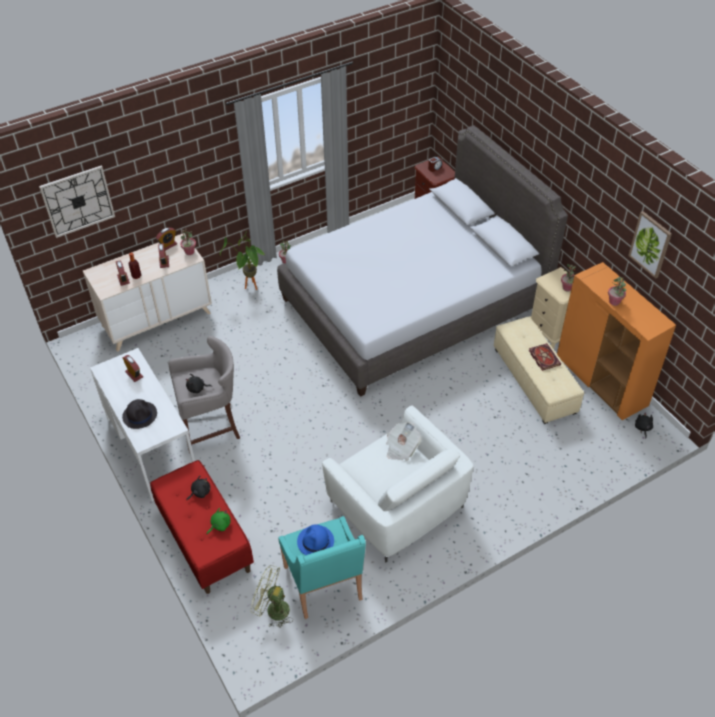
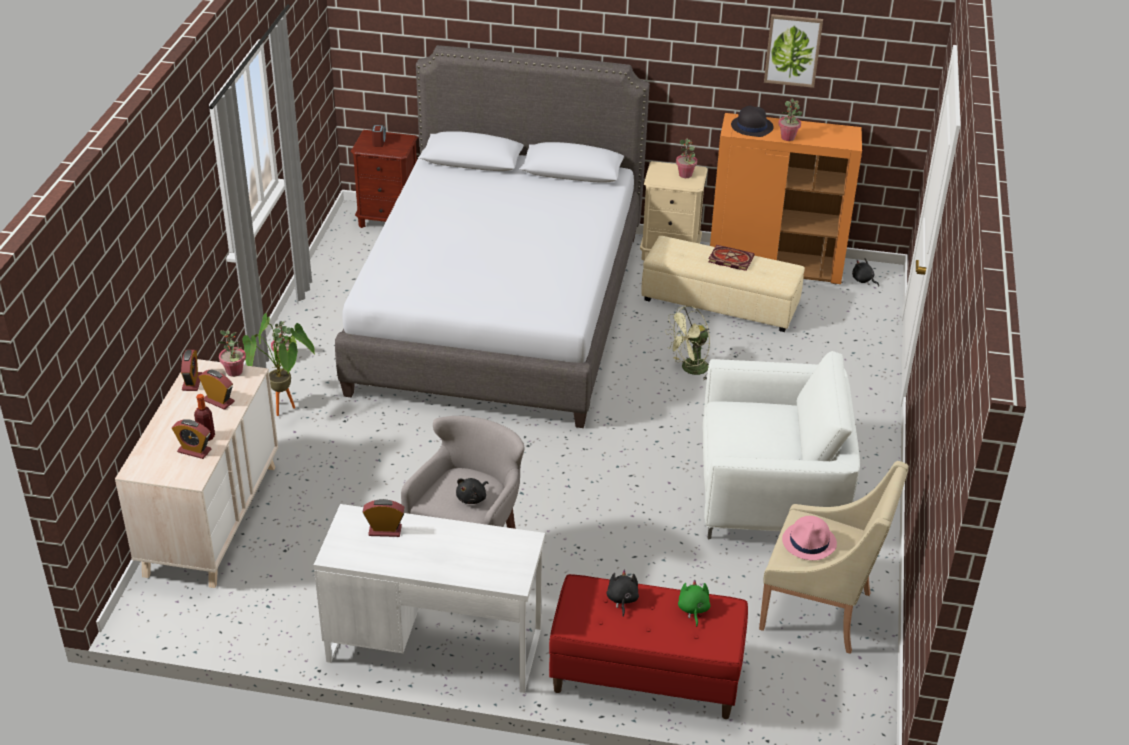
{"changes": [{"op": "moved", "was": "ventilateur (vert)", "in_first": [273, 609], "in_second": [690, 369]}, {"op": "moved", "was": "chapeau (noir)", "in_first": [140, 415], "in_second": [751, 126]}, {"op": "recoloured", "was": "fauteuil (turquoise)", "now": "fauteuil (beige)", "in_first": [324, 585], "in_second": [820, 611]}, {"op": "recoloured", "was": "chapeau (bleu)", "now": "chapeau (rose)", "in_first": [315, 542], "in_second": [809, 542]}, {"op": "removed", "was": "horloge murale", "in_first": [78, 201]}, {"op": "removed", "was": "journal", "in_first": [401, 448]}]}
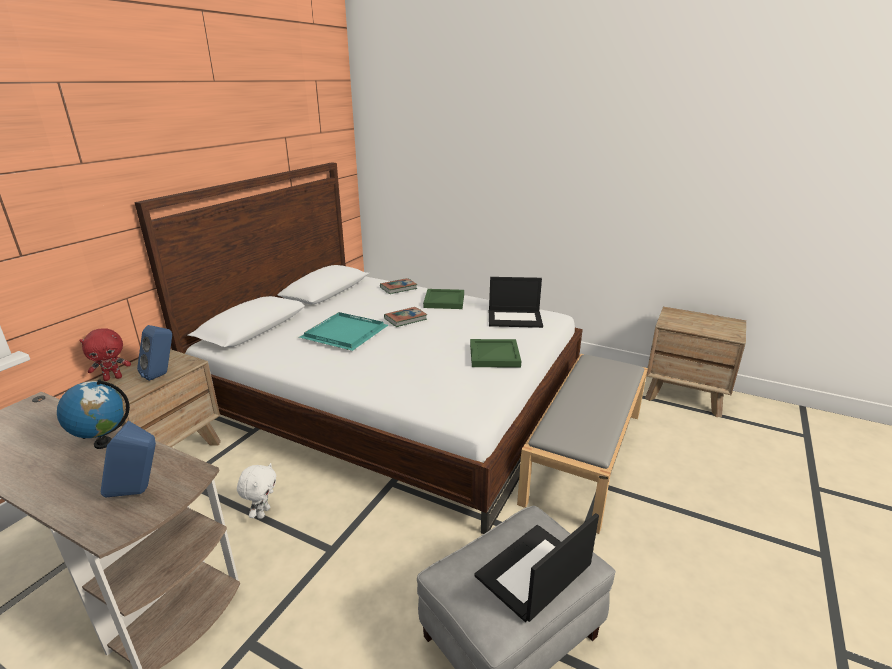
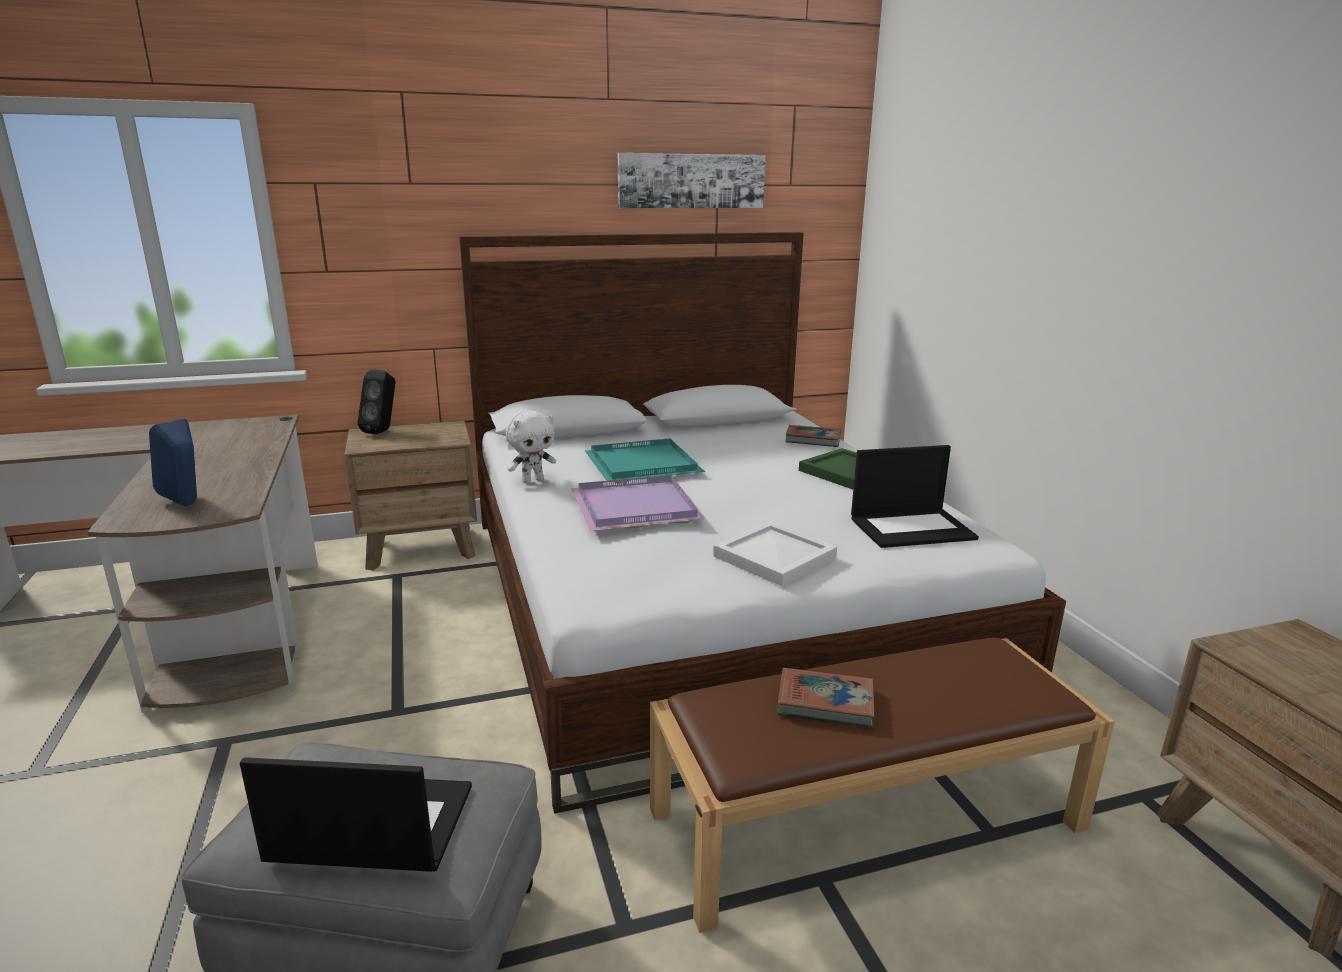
{"changes": [{"op": "replaced", "was": "peluche (rouge)", "now": "enceinte (noir)", "in_first": [113, 378], "in_second": [383, 431]}, {"op": "moved", "was": "peluche (blanc)", "in_first": [263, 512], "in_second": [533, 480]}, {"op": "added", "now": "plateau (violet)", "in_second": [633, 507]}, {"op": "added", "now": "tableau", "in_second": [691, 181]}, {"op": "recoloured", "was": "banc (gris)", "now": "banc (marron)", "in_first": [584, 454], "in_second": [867, 817]}, {"op": "recoloured", "was": "plateau (vert)", "now": "plateau (blanc)", "in_first": [495, 355], "in_second": [776, 557]}, {"op": "moved", "was": "livre", "in_first": [405, 319], "in_second": [825, 703]}, {"op": "turned", "was": "ordinateur portable", "in_first": [515, 318], "in_second": [912, 528], "clockwise": -60}, {"op": "removed", "was": "globe", "in_first": [103, 443]}, {"op": "removed", "was": "enceinte (bleu)", "in_first": [162, 375]}]}
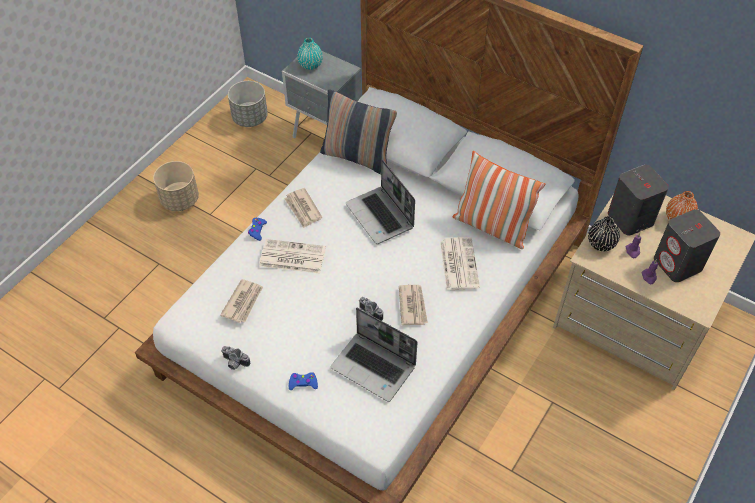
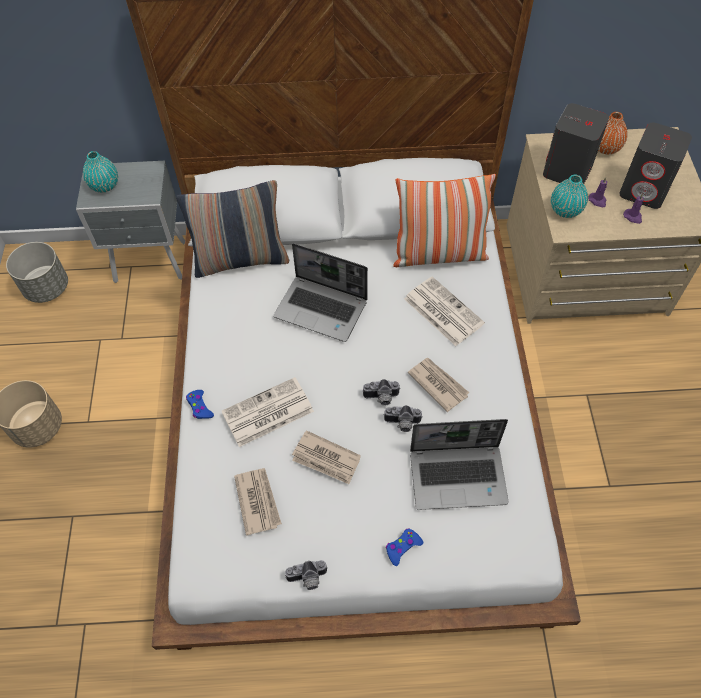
{"changes": [{"op": "moved", "was": "journal", "in_first": [303, 209], "in_second": [326, 459]}, {"op": "added", "now": "appareil photo", "in_second": [381, 398]}, {"op": "recoloured", "was": "vase (noir)", "now": "vase (turquoise)", "in_first": [601, 244], "in_second": [565, 210]}]}
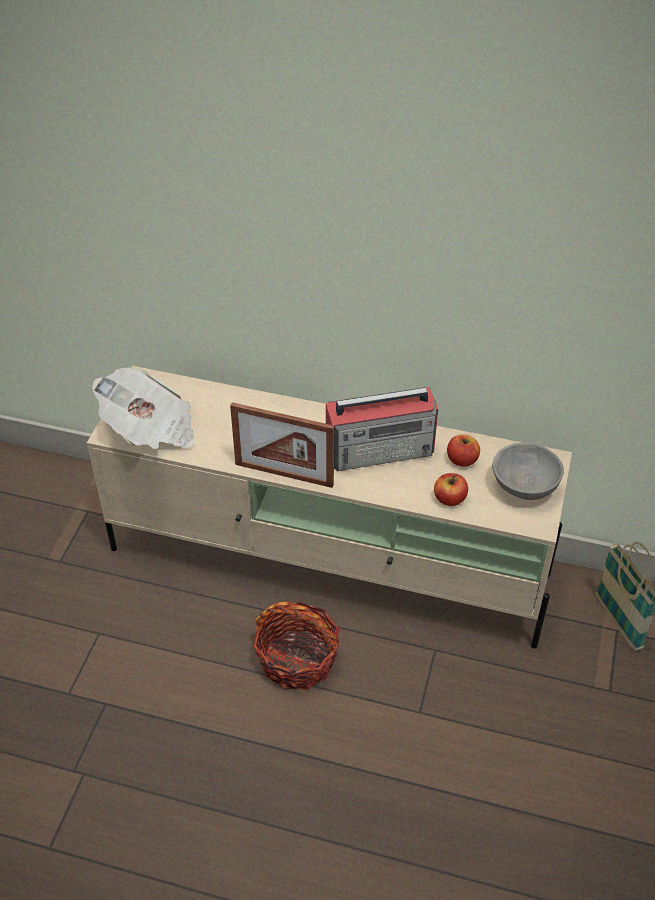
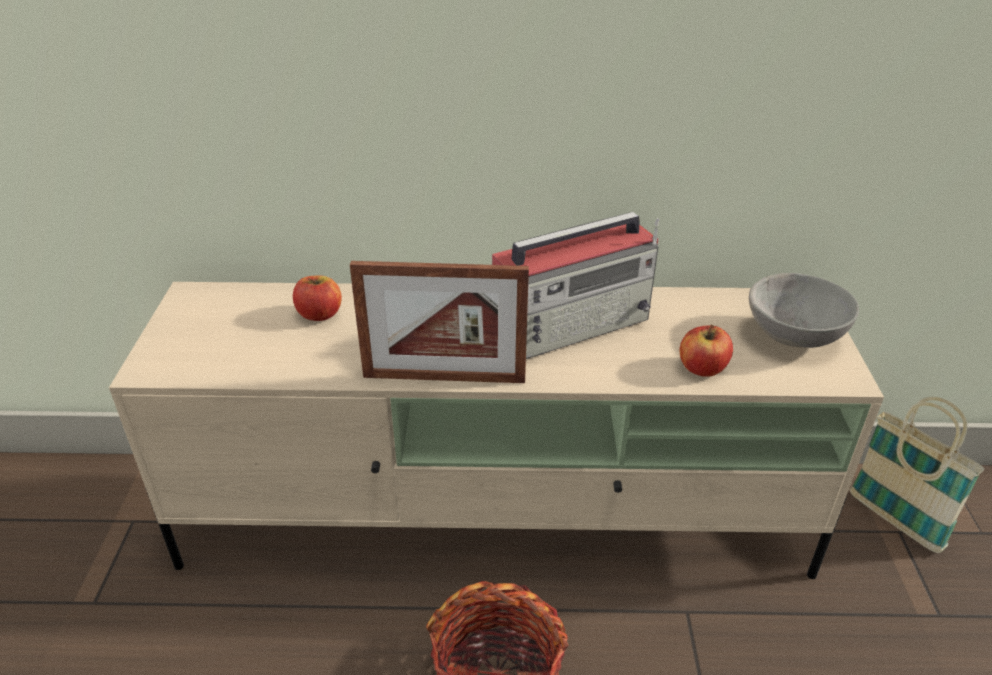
{"changes": [{"op": "moved", "was": "pomme", "in_first": [462, 460], "in_second": [319, 314]}, {"op": "removed", "was": "journal", "in_first": [150, 429]}]}
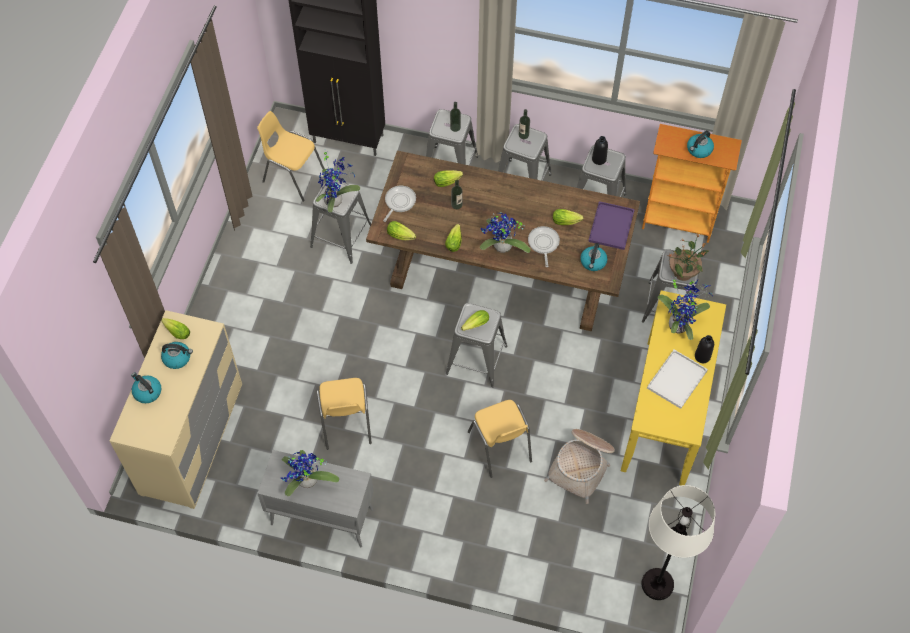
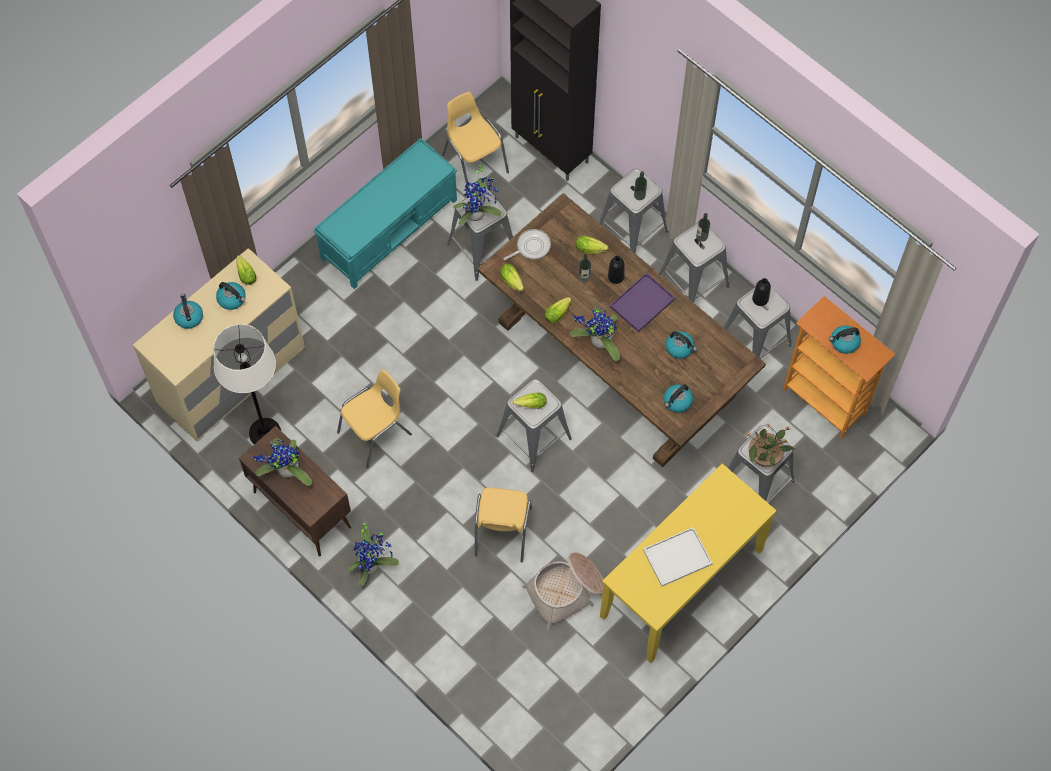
{"changes": [{"op": "moved", "was": "lampadaire (blanc)", "in_first": [657, 584], "in_second": [265, 433]}, {"op": "recoloured", "was": "meuble de rangement (gris)", "now": "meuble de rangement (marron)", "in_first": [321, 517], "in_second": [301, 509]}, {"op": "added", "now": "banc (turquoise)", "in_second": [390, 228]}, {"op": "turned", "was": "chaise (jaune)", "in_first": [346, 423], "in_second": [376, 434], "clockwise": -150}, {"op": "moved", "was": "plante en pot", "in_first": [679, 324], "in_second": [372, 565]}, {"op": "moved", "was": "bouteille (noir)", "in_first": [702, 356], "in_second": [615, 277]}, {"op": "moved", "was": "plateau (violet)", "in_first": [611, 227], "in_second": [642, 304]}, {"op": "replaced", "was": "laitue", "now": "bouilloire", "in_first": [567, 221], "in_second": [680, 348]}, {"op": "removed", "was": "poêle", "in_first": [543, 244]}]}
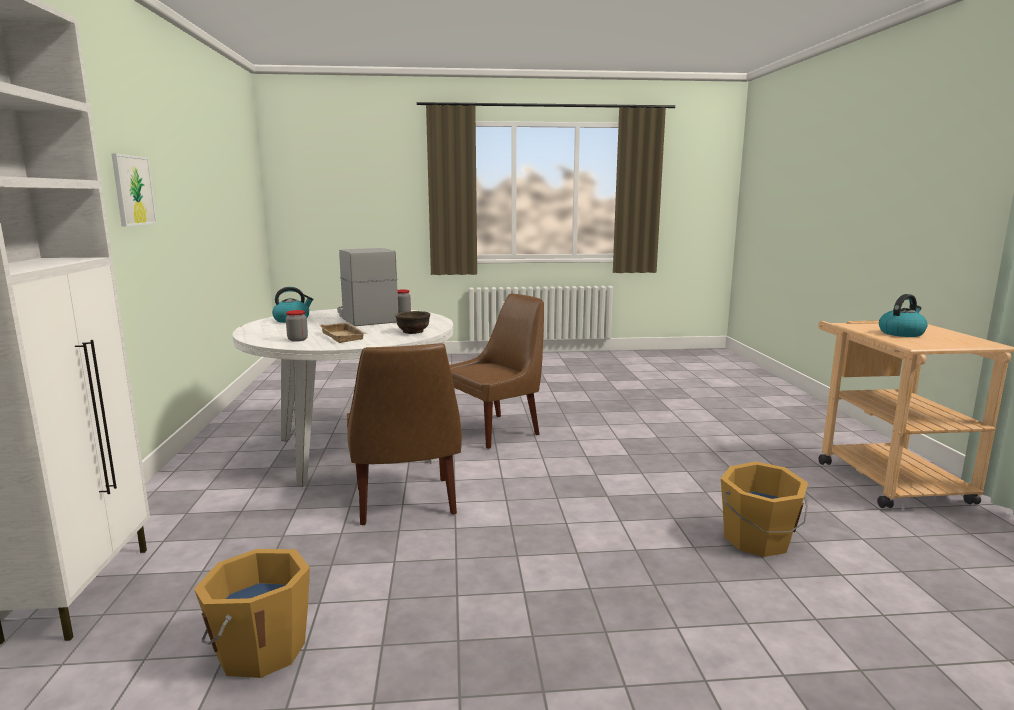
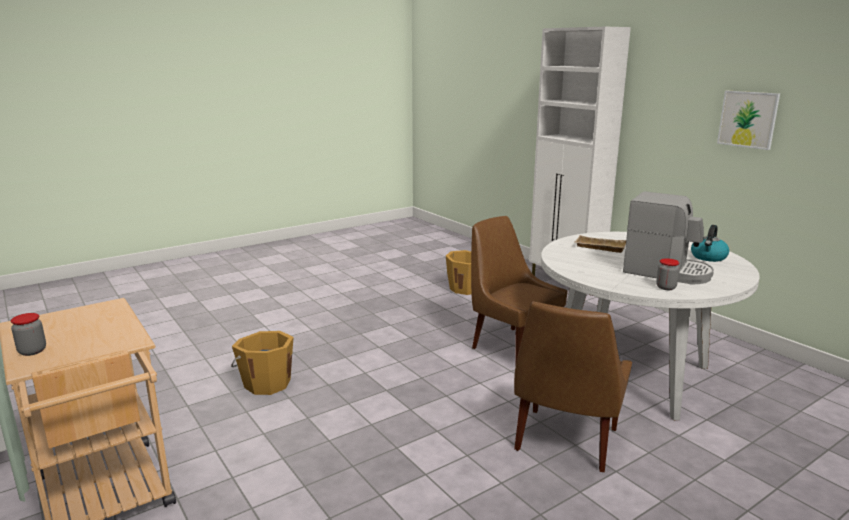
{"changes": [{"op": "moved", "was": "bocal", "in_first": [297, 339], "in_second": [32, 351]}, {"op": "removed", "was": "bol (marron)", "in_first": [413, 331]}, {"op": "removed", "was": "bouilloire", "in_first": [901, 333]}]}
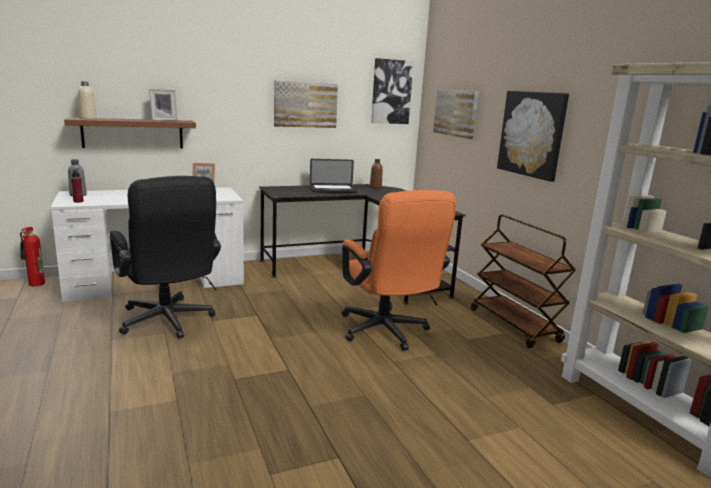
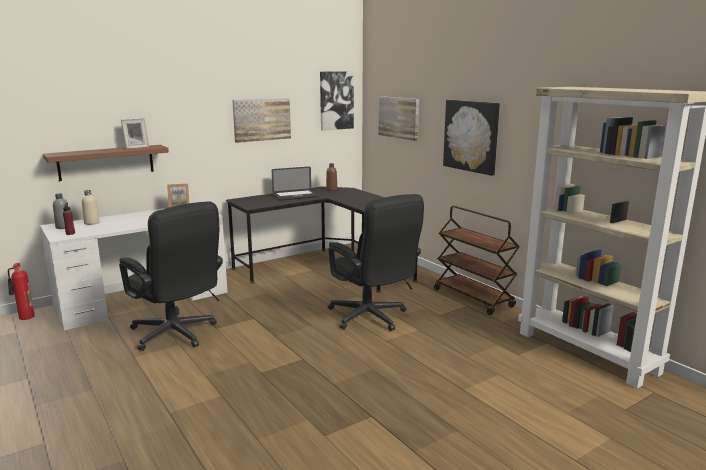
{"changes": [{"op": "moved", "was": "bouteille (beige)", "in_first": [88, 118], "in_second": [91, 223]}, {"op": "recoloured", "was": "chaise de bureau (orange)", "now": "chaise de bureau (noir)", "in_first": [386, 333], "in_second": [372, 318]}]}
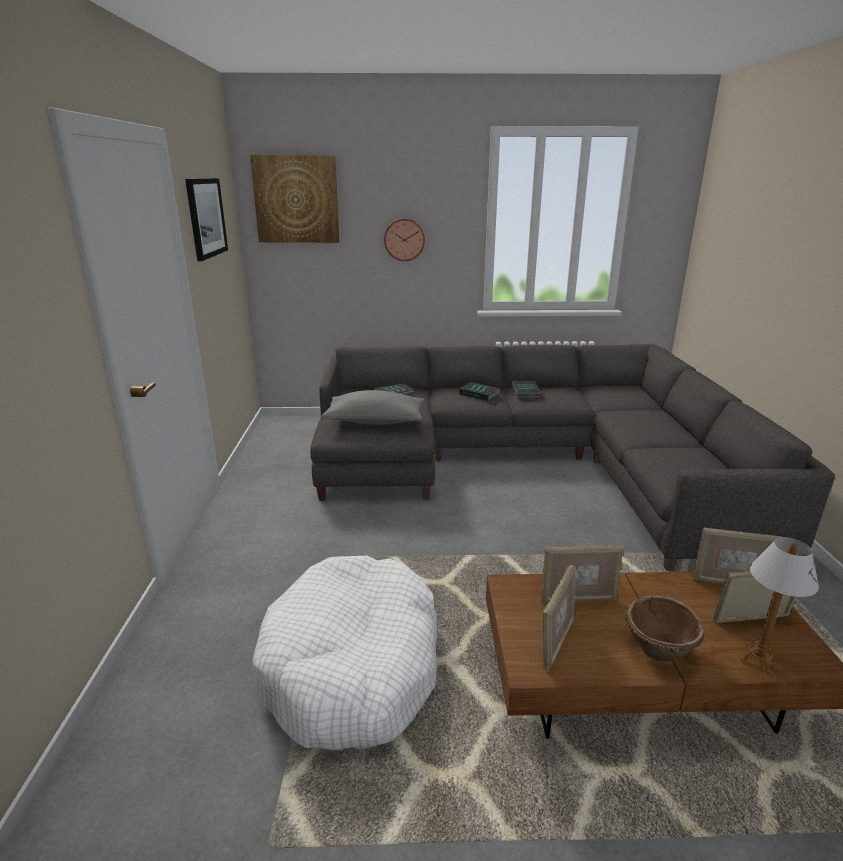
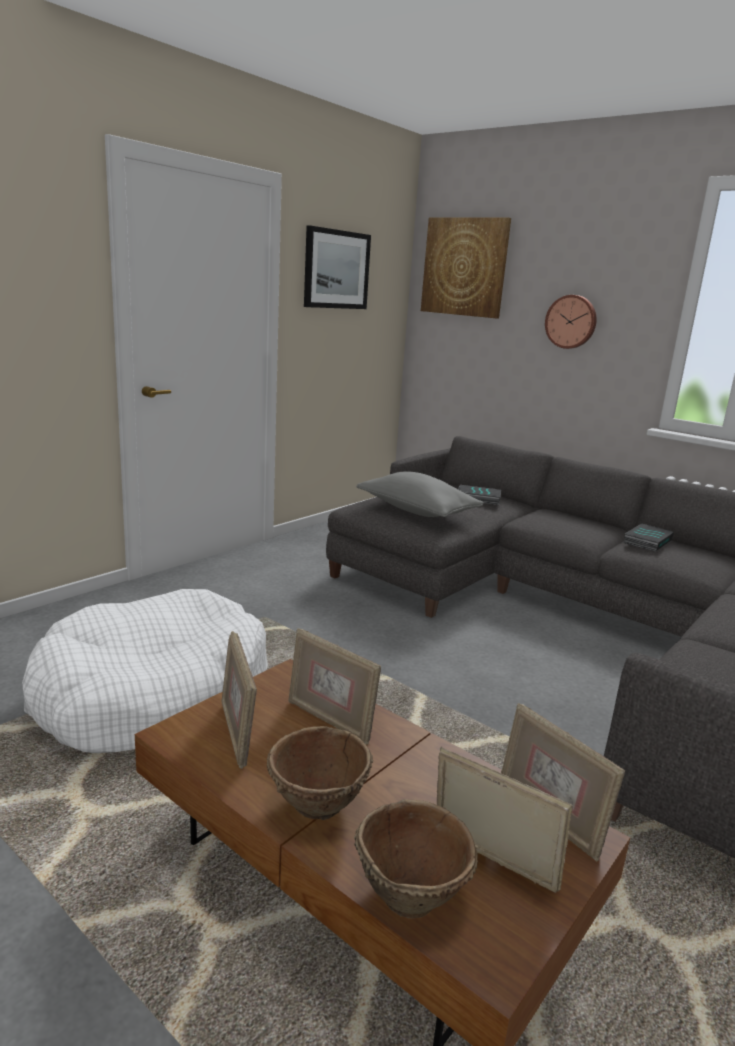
{"changes": [{"op": "turned", "was": "cadre photo", "in_first": [556, 642], "in_second": [237, 733], "clockwise": 90}, {"op": "replaced", "was": "lampe de table", "now": "bol (marron)", "in_first": [757, 660], "in_second": [411, 892]}, {"op": "removed", "was": "livre", "in_first": [480, 394]}]}
